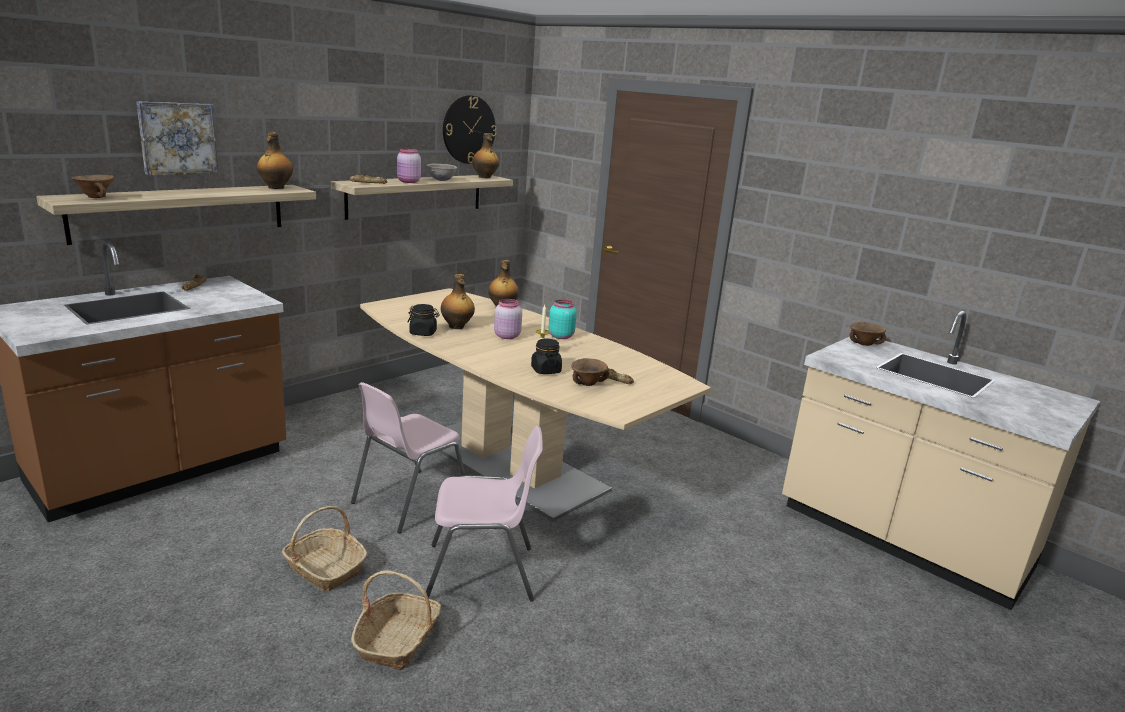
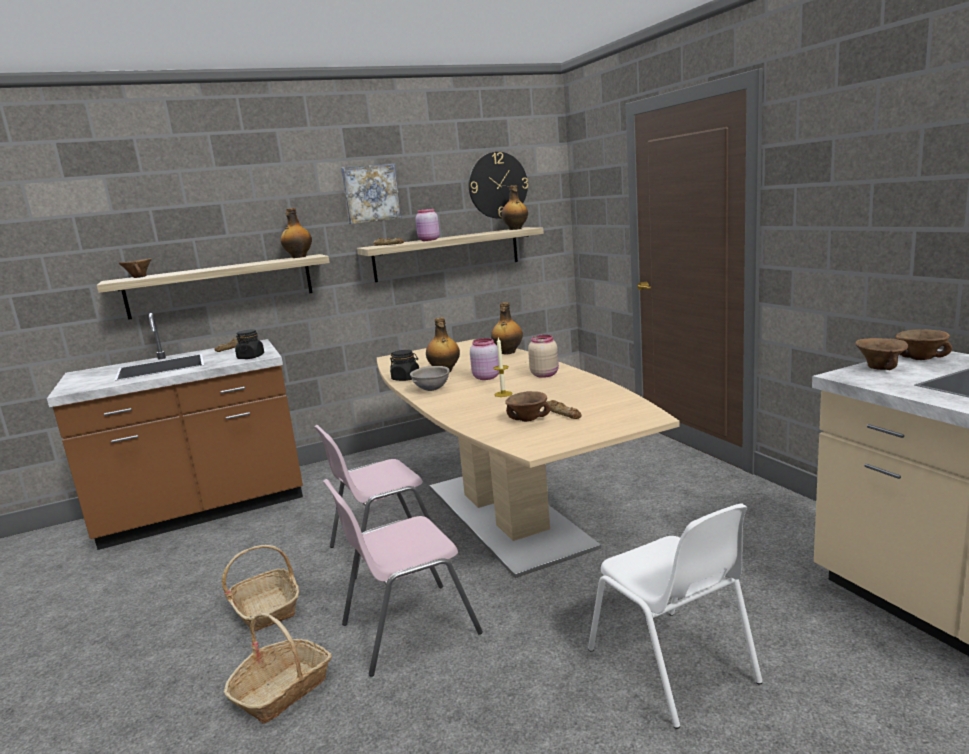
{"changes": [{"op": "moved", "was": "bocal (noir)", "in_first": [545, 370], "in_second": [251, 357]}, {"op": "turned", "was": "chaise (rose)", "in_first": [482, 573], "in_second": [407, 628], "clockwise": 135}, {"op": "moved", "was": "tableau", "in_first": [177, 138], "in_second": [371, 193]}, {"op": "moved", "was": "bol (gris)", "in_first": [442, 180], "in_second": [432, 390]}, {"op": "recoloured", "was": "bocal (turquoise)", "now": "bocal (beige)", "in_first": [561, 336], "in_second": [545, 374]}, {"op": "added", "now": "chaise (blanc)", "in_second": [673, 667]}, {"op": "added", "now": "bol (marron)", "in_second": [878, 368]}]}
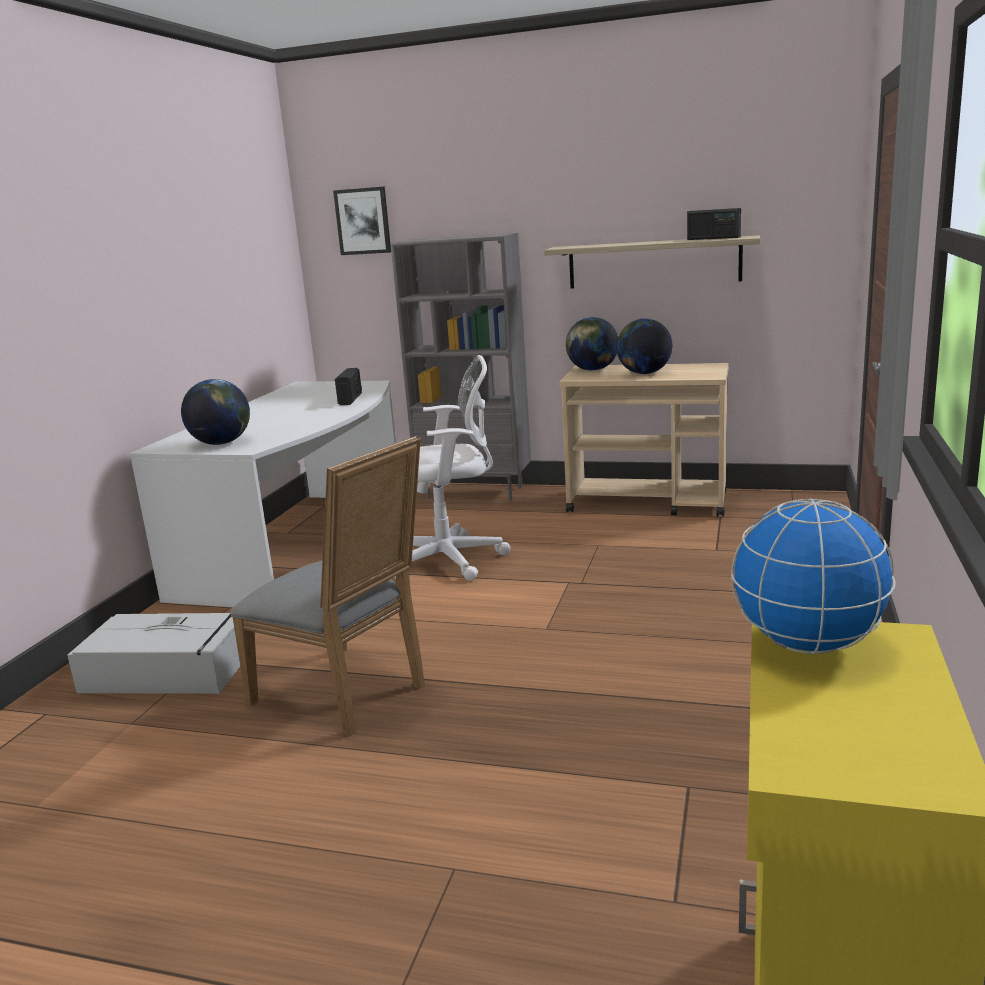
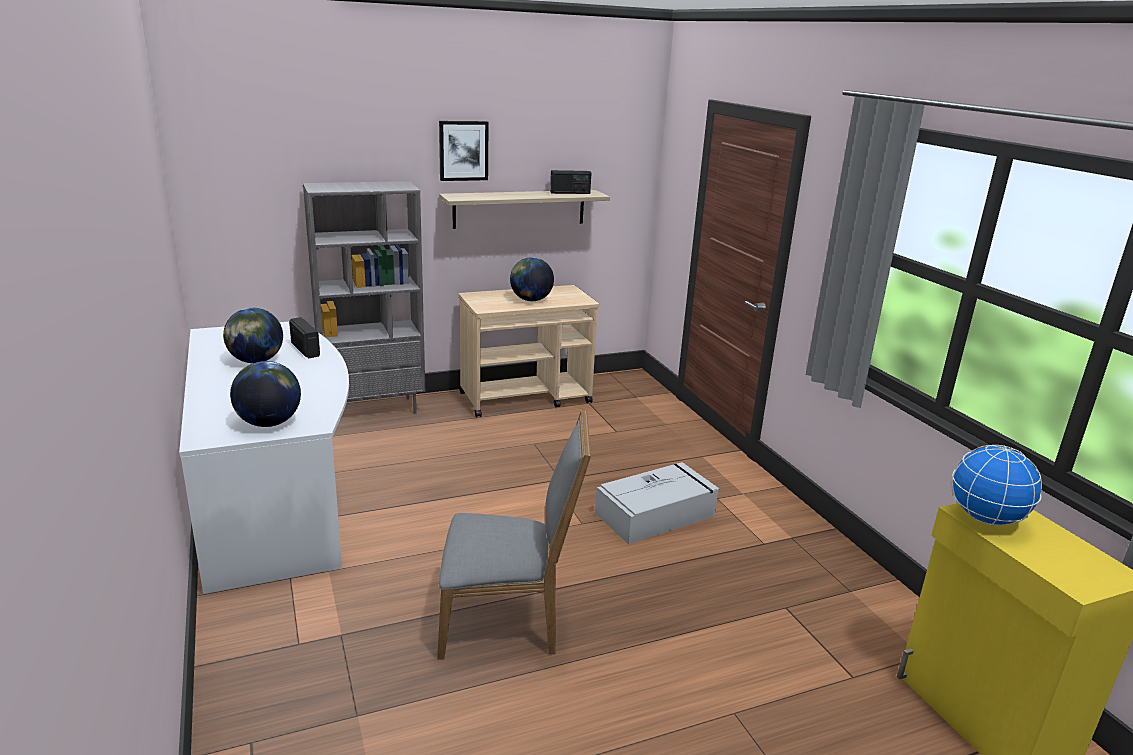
{"changes": [{"op": "moved", "was": "globe", "in_first": [592, 370], "in_second": [256, 361]}, {"op": "moved", "was": "tableau", "in_first": [363, 221], "in_second": [463, 150]}, {"op": "moved", "was": "boîte de rangement (gris)", "in_first": [169, 671], "in_second": [656, 514]}, {"op": "removed", "was": "chaise de bureau (blanc)", "in_first": [451, 559]}]}
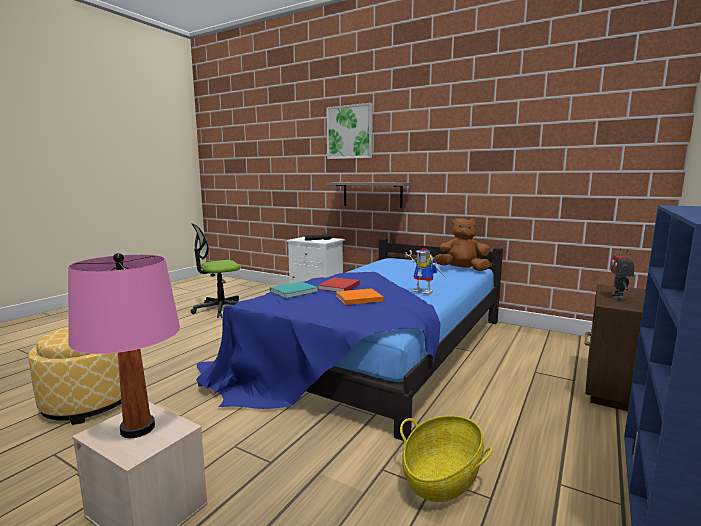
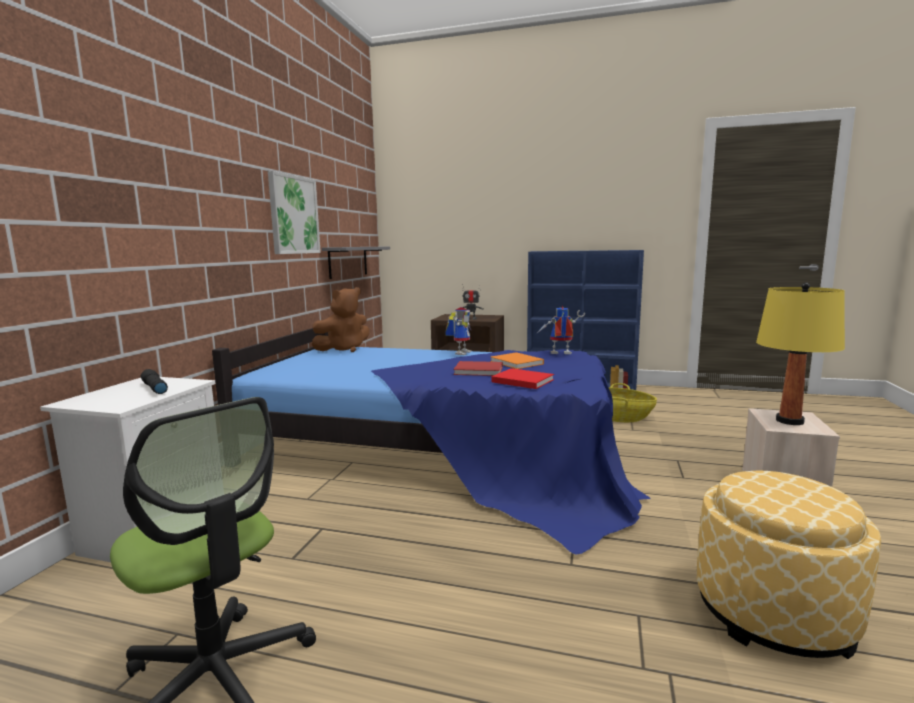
{"changes": [{"op": "moved", "was": "tableau", "in_first": [349, 132], "in_second": [293, 215]}, {"op": "turned", "was": "peluche (marron)", "in_first": [462, 270], "in_second": [344, 349], "clockwise": -120}, {"op": "moved", "was": "étagère (gris)", "in_first": [372, 194], "in_second": [348, 261]}, {"op": "recoloured", "was": "livre (turquoise)", "now": "livre (rouge)", "in_first": [295, 291], "in_second": [521, 380]}, {"op": "added", "now": "robot jouet", "in_second": [559, 354]}, {"op": "recoloured", "was": "lampe de table (rose)", "now": "lampe de table (jaune)", "in_first": [137, 428], "in_second": [790, 421]}]}
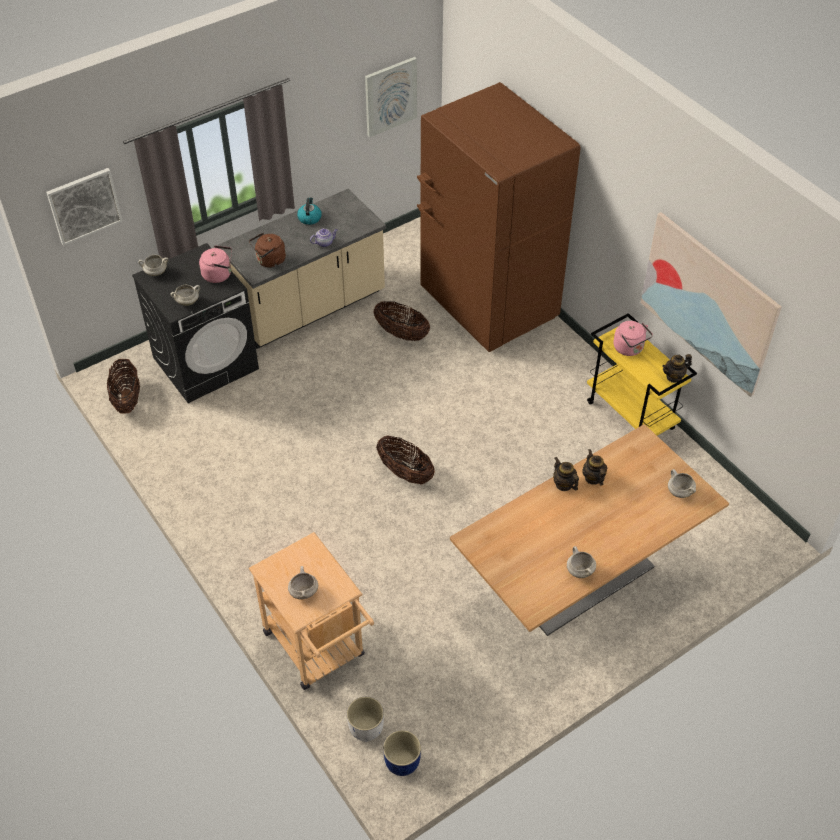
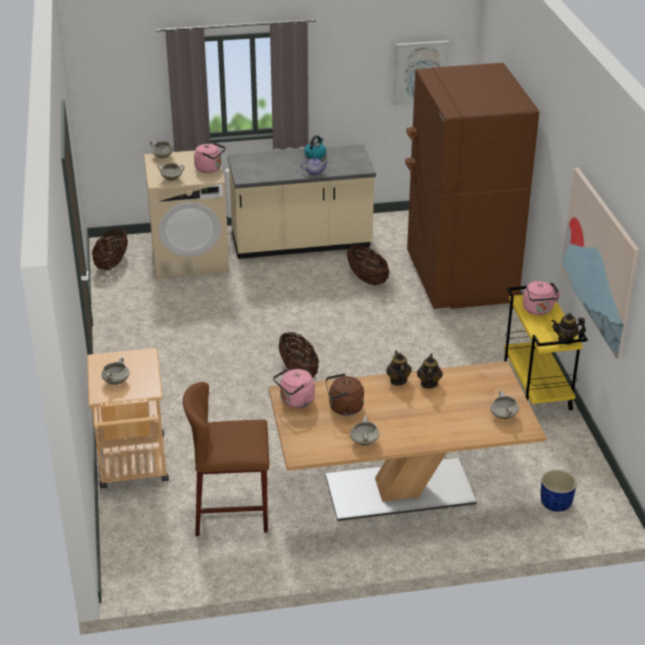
{"changes": [{"op": "recoloured", "was": "lave-linge (noir)", "now": "lave-linge (beige)", "in_first": [206, 363], "in_second": [190, 257]}, {"op": "added", "now": "tabouret (marron)", "in_second": [231, 513]}, {"op": "added", "now": "bouilloire (rose)", "in_second": [295, 401]}, {"op": "moved", "was": "bouilloire (marron)", "in_first": [269, 261], "in_second": [343, 408]}, {"op": "moved", "was": "cache-pot (bleu)", "in_first": [402, 761], "in_second": [555, 503]}, {"op": "removed", "was": "tableau", "in_first": [84, 205]}, {"op": "removed", "was": "cache-pot (blanc)", "in_first": [365, 728]}]}
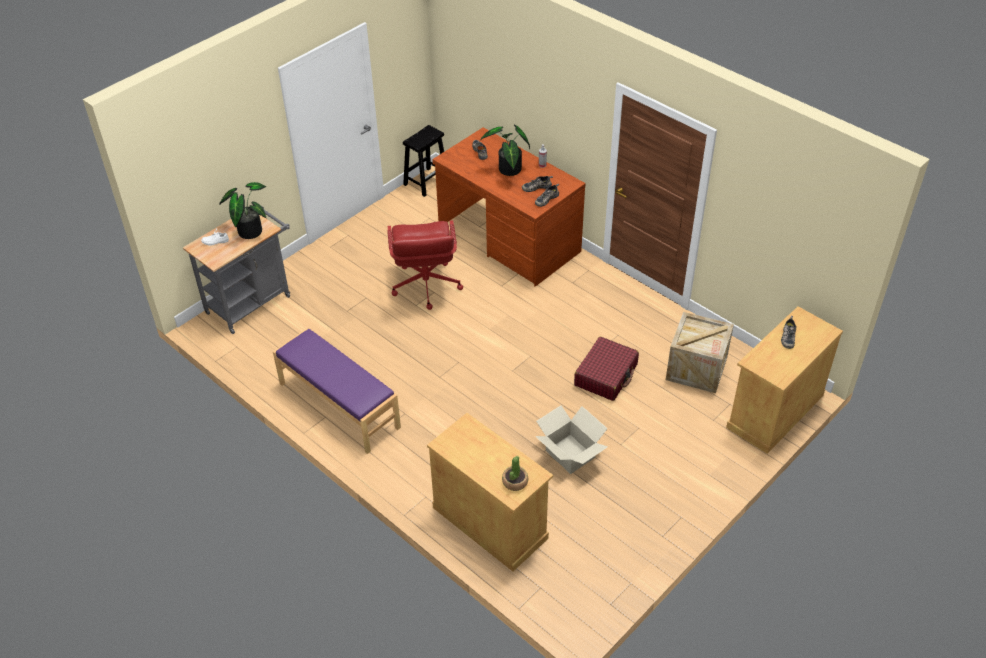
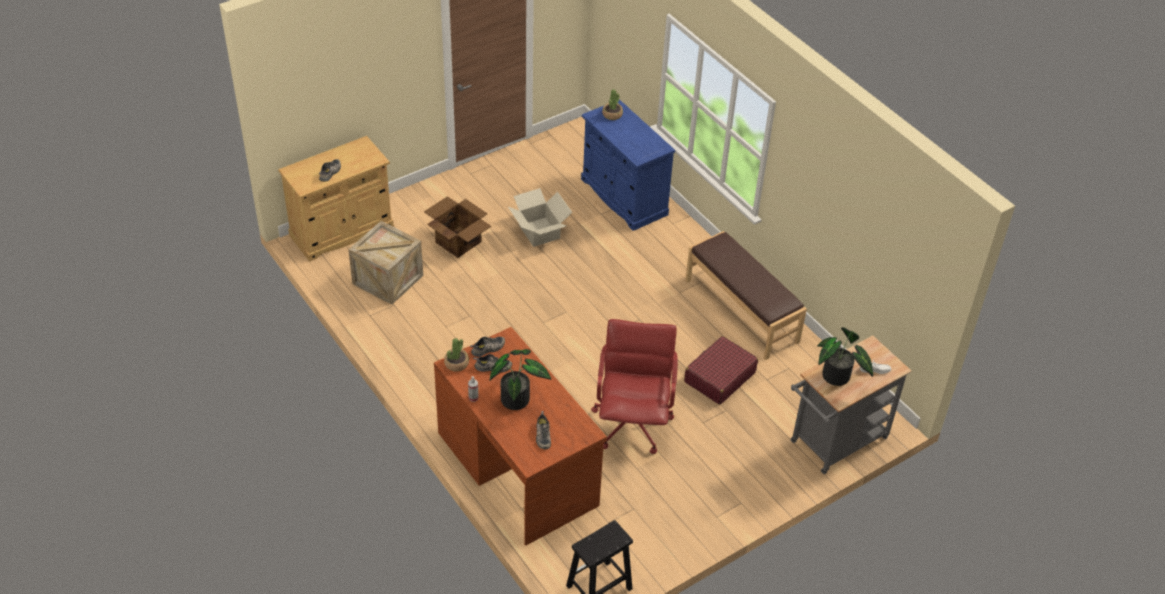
{"changes": [{"op": "added", "now": "carton", "in_second": [458, 241]}, {"op": "added", "now": "plante en pot", "in_second": [456, 363]}, {"op": "recoloured", "was": "meuble de rangement (beige)", "now": "meuble de rangement (bleu)", "in_first": [490, 522], "in_second": [623, 197]}, {"op": "moved", "was": "valise (rouge)", "in_first": [606, 375], "in_second": [719, 377]}, {"op": "recoloured", "was": "banc (violet)", "now": "banc (marron)", "in_first": [338, 406], "in_second": [742, 310]}]}
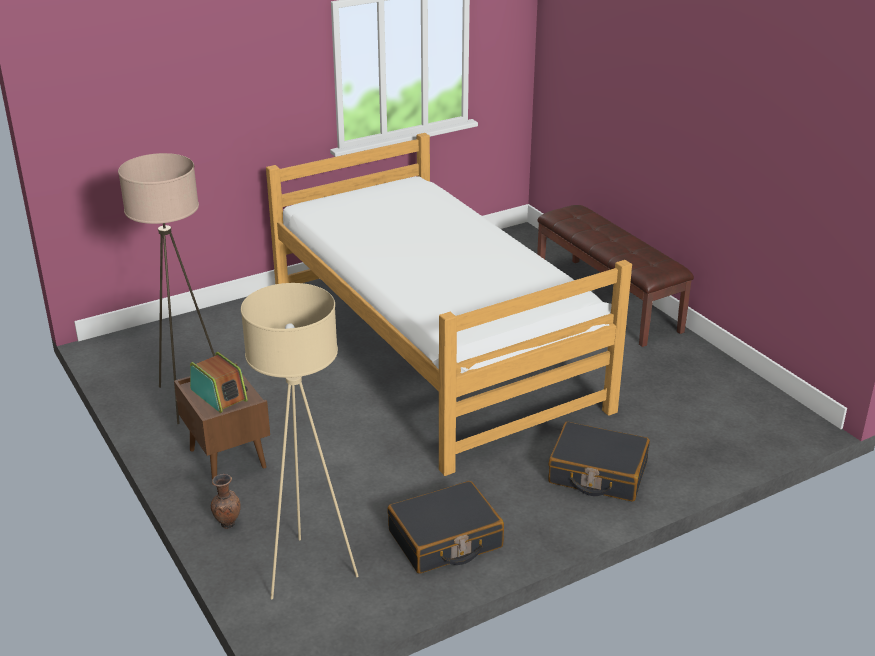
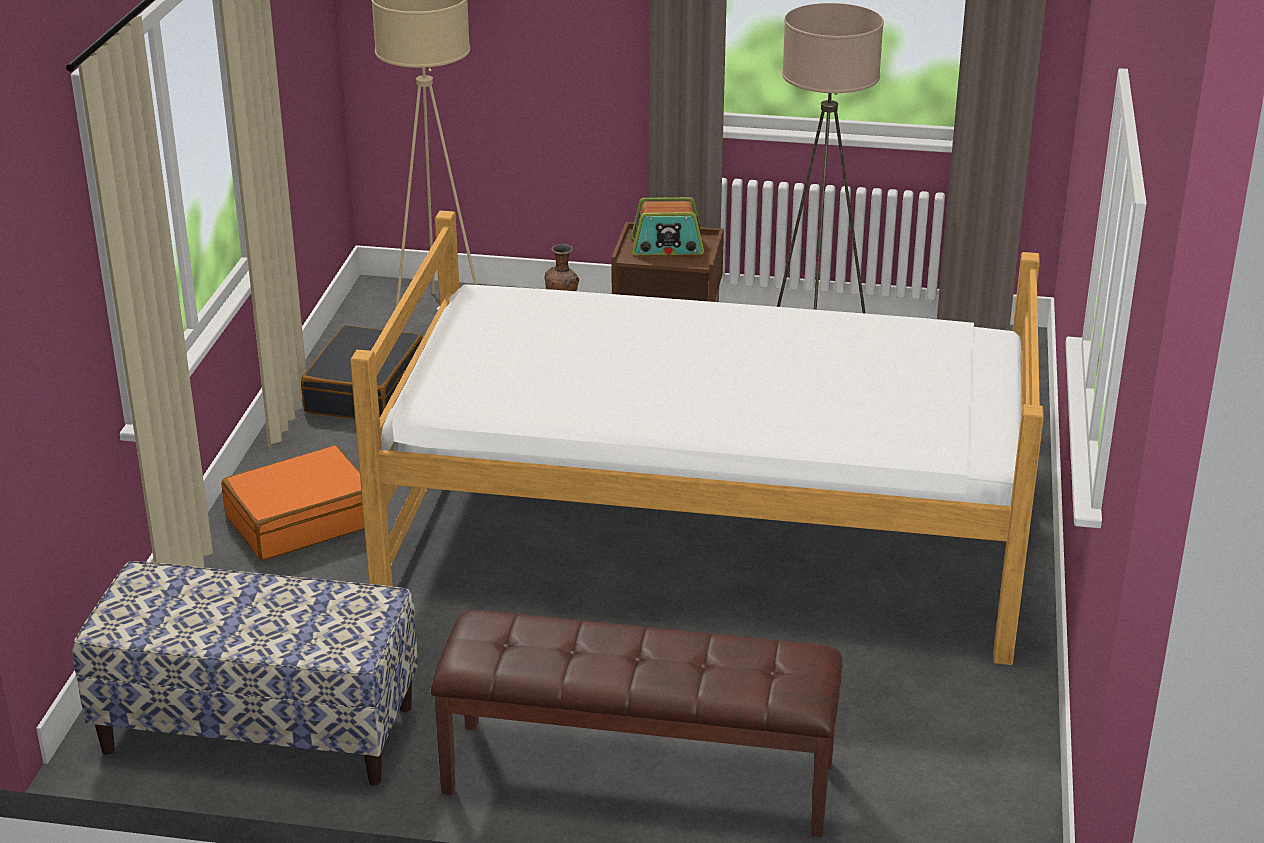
{"changes": [{"op": "added", "now": "banc", "in_second": [258, 730]}, {"op": "recoloured", "was": "valise (noir)", "now": "valise (orange)", "in_first": [597, 473], "in_second": [301, 520]}]}
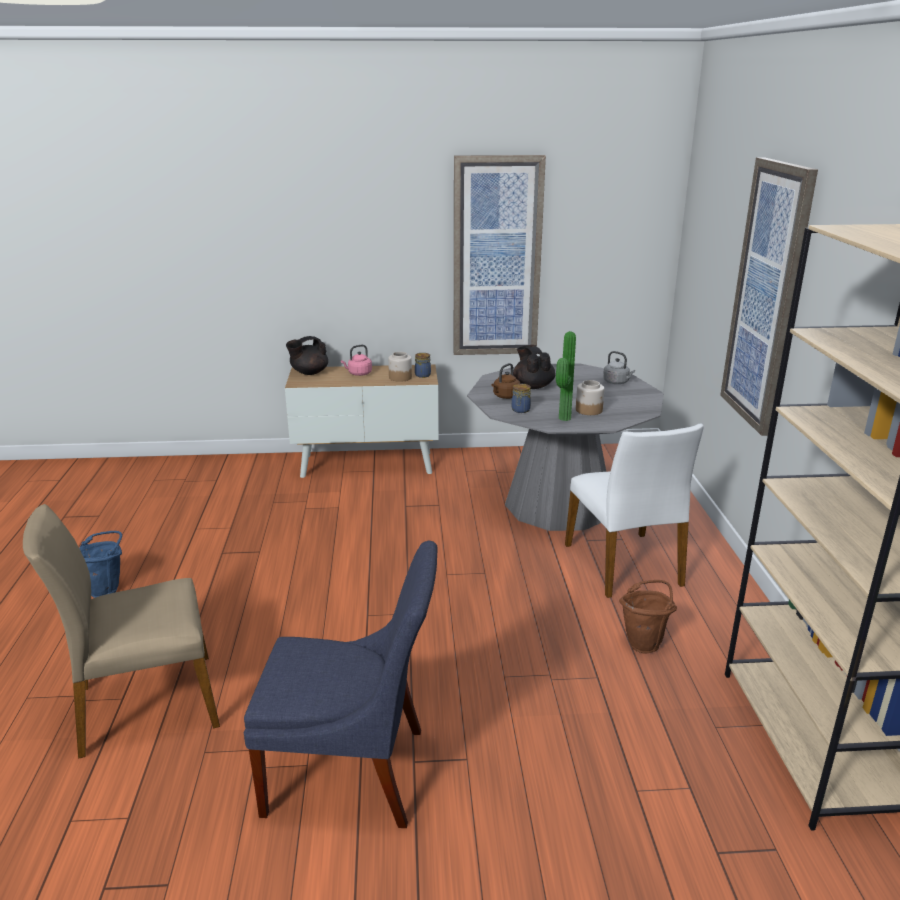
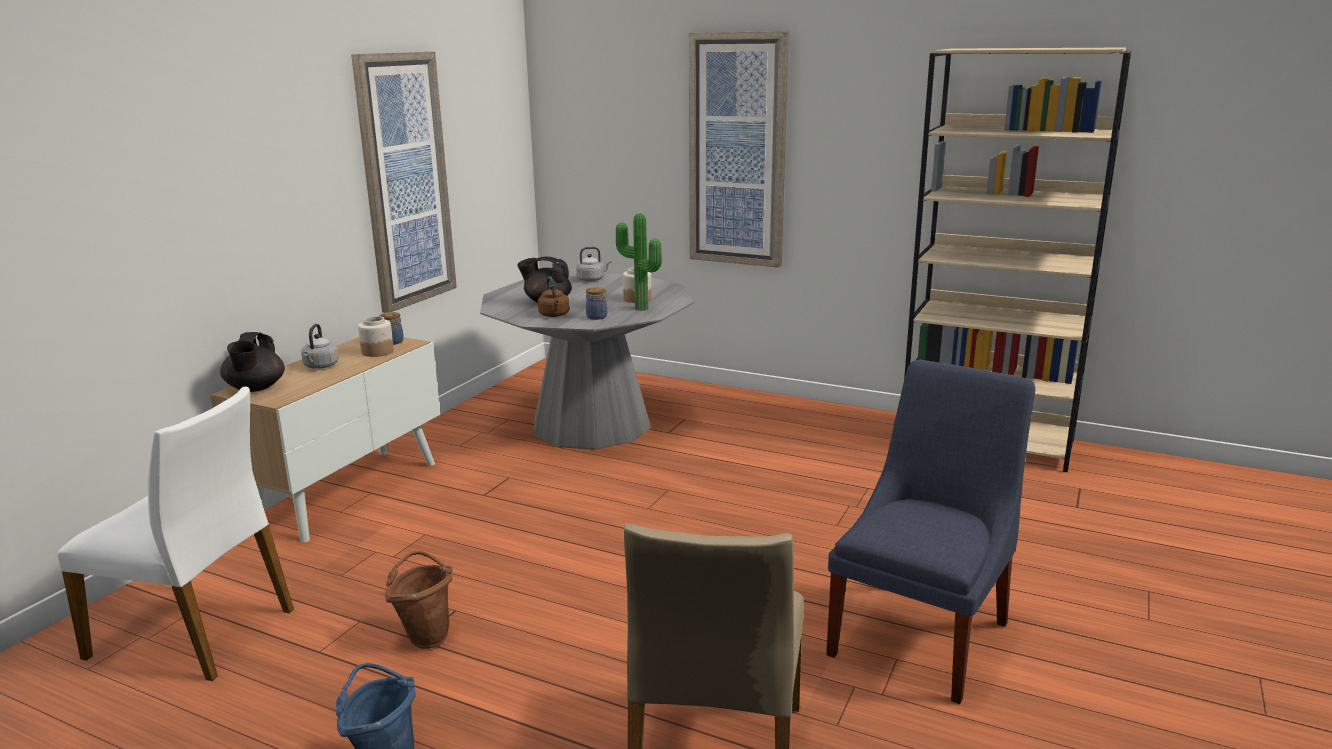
{"changes": [{"op": "moved", "was": "chaise (blanc)", "in_first": [624, 565], "in_second": [195, 632]}, {"op": "recoloured", "was": "bouilloire (rose)", "now": "bouilloire (gris)", "in_first": [358, 374], "in_second": [320, 366]}, {"op": "moved", "was": "seau (marron)", "in_first": [644, 642], "in_second": [426, 635]}]}
